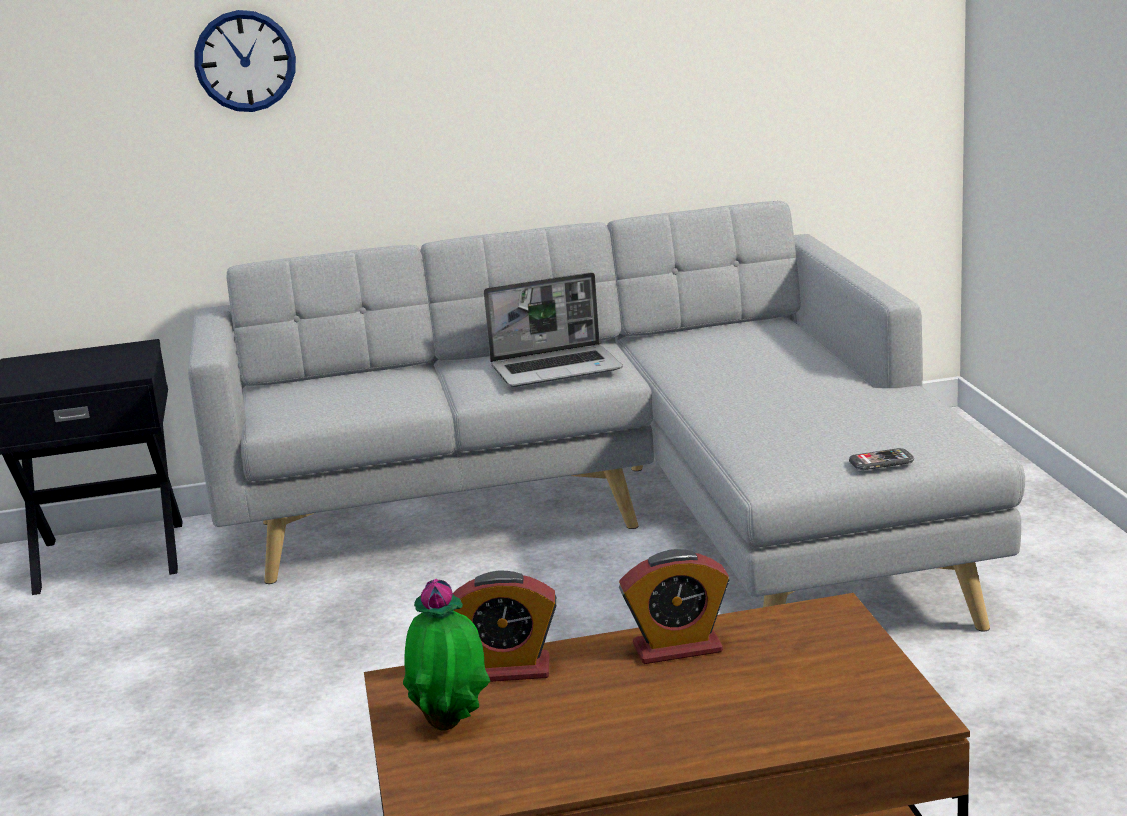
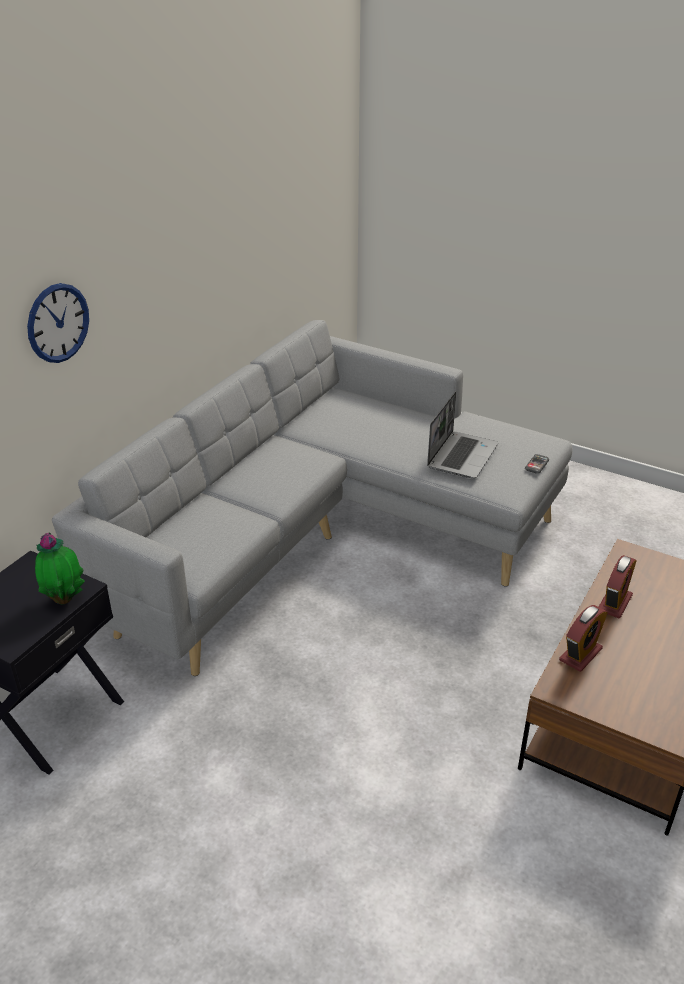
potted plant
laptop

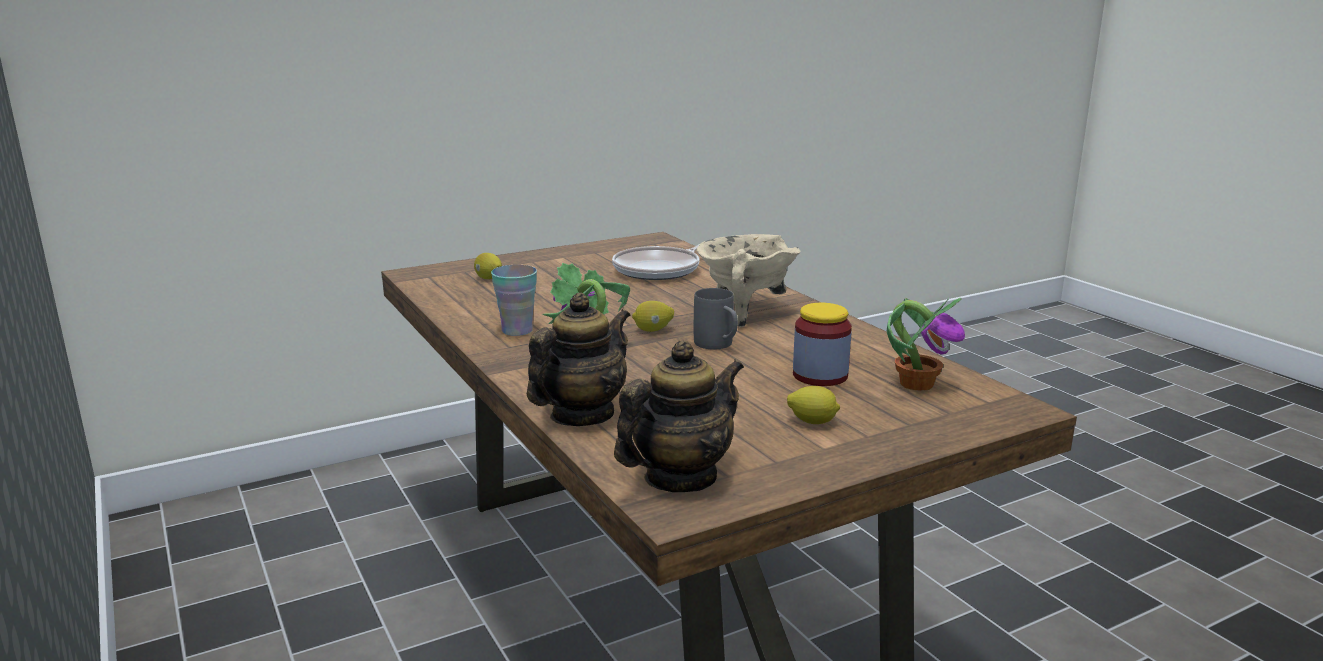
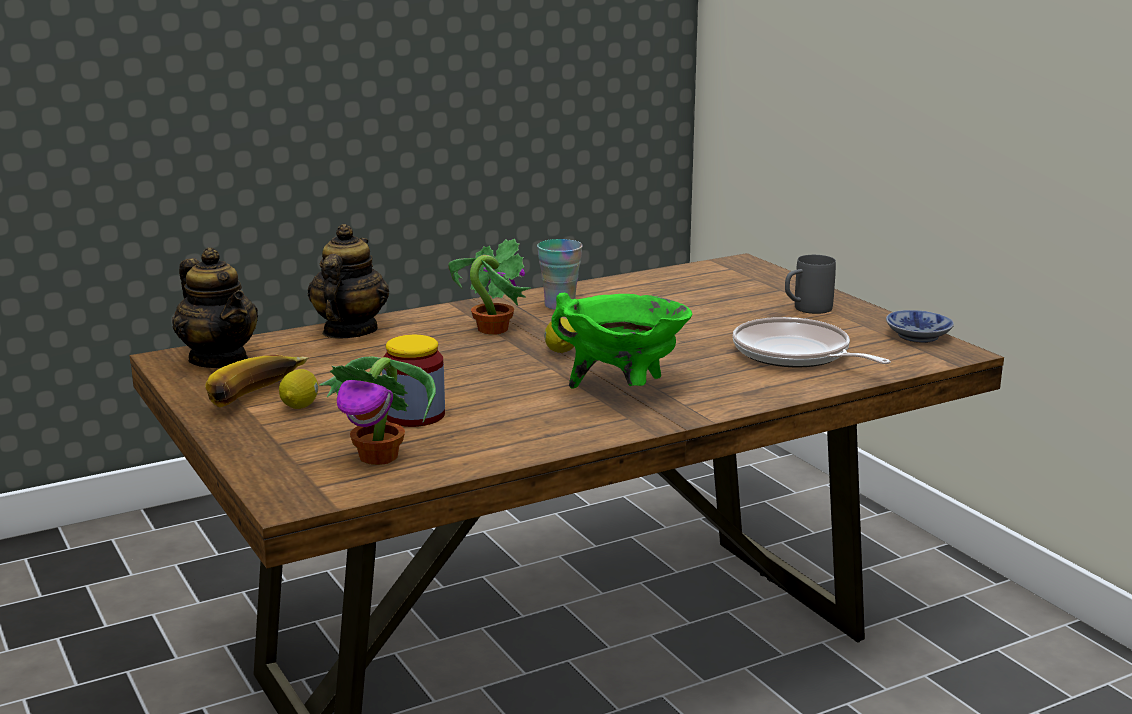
banana
teapot (2nd from left)
cooking pot in green
mug in grey
bowl
lemon (1st from left in the first image)

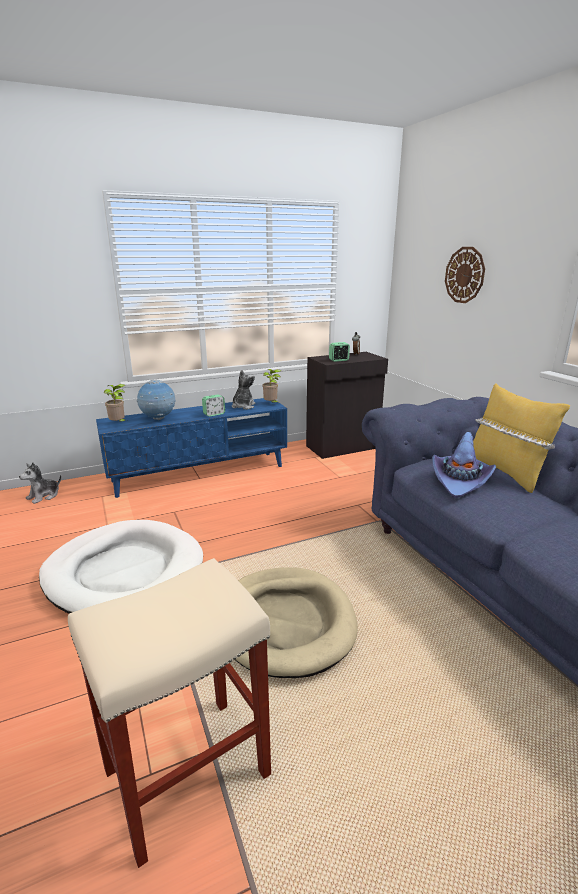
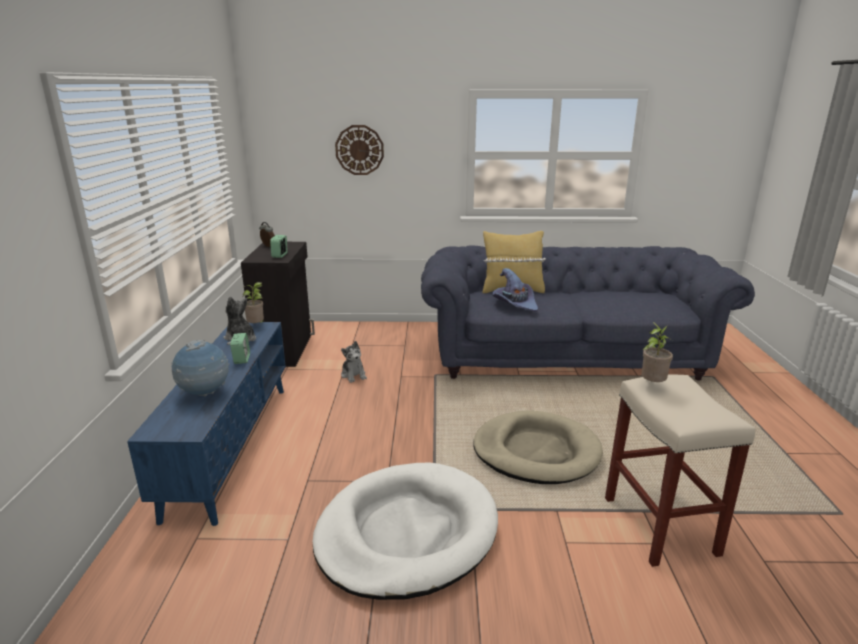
plush toy (2nd from left)
potted plant (2nd from left)

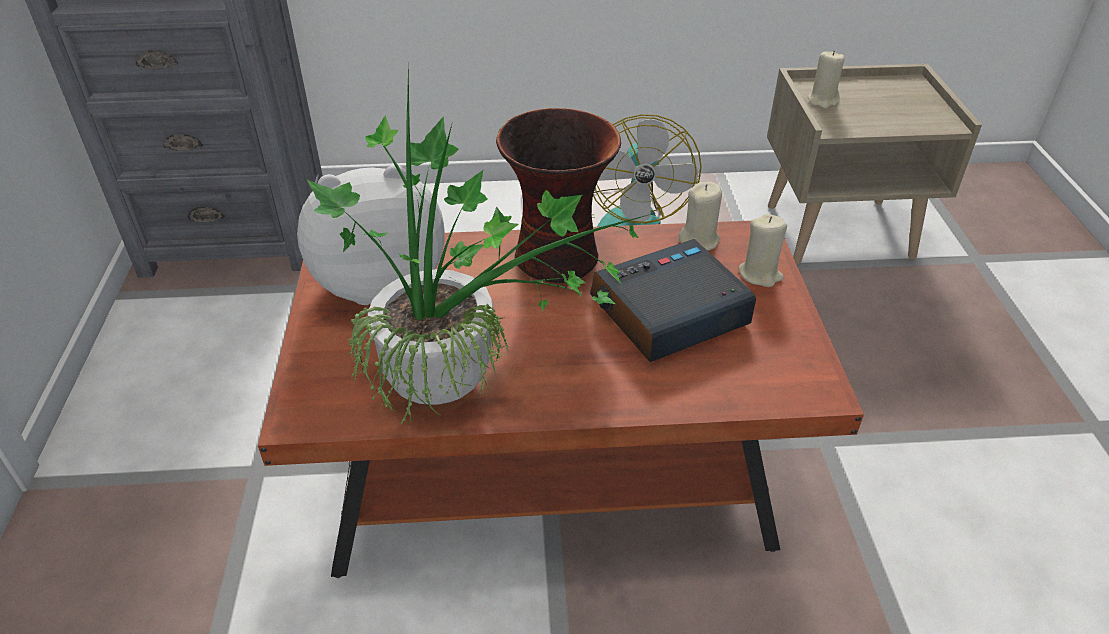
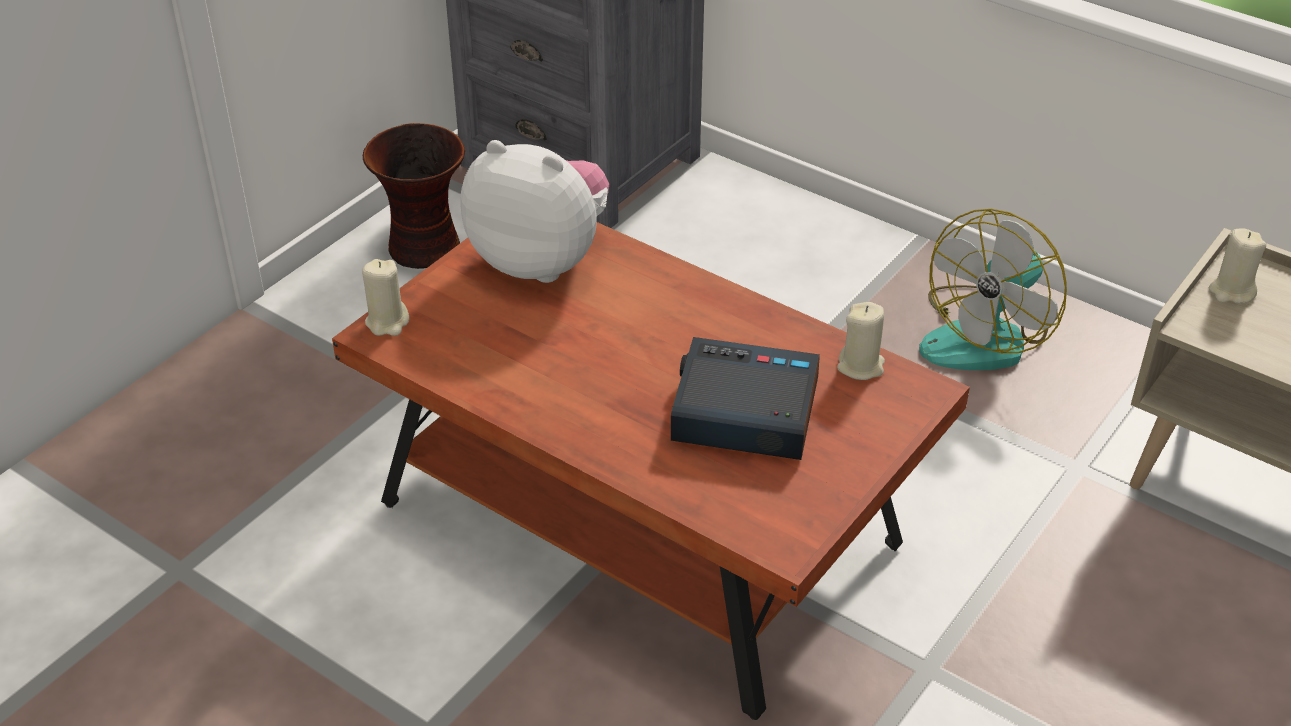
candle in beige (1st from left)
vase
potted plant

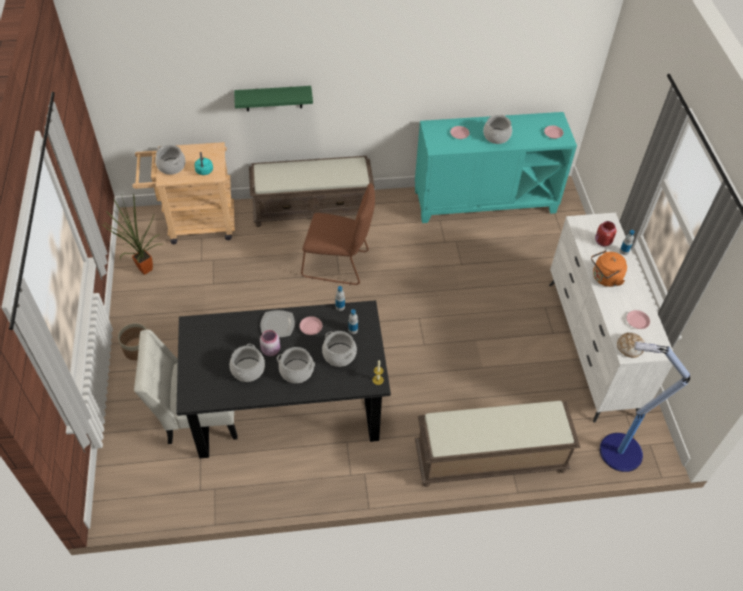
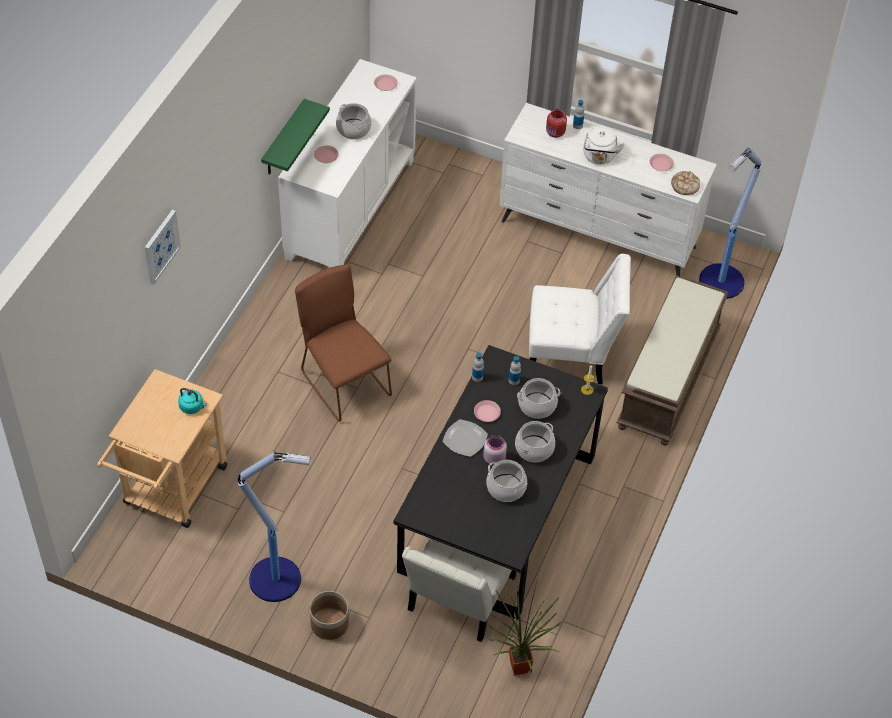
picture
floor lamp (1st from left)
shelf in green
cabinet in white
chair in brown
potted plant
chair in white (2nd from left)
kettle in white
cooking pot (1st from left in the first image)
bench in brown (1st from left in the first image)

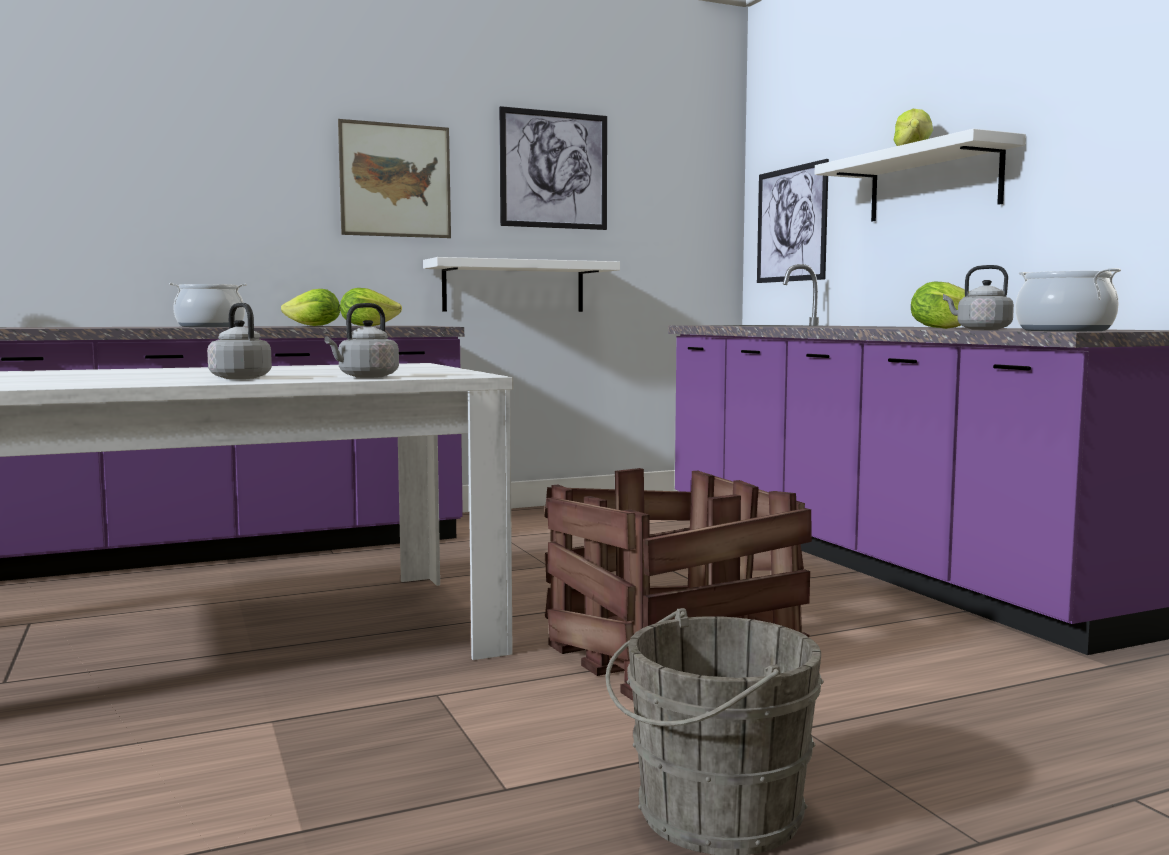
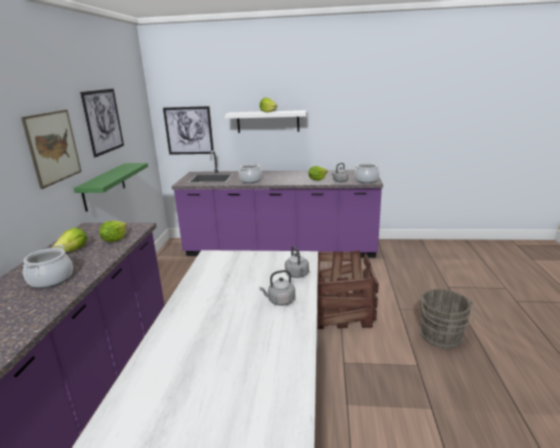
shelf in green
cooking pot (2nd from left)

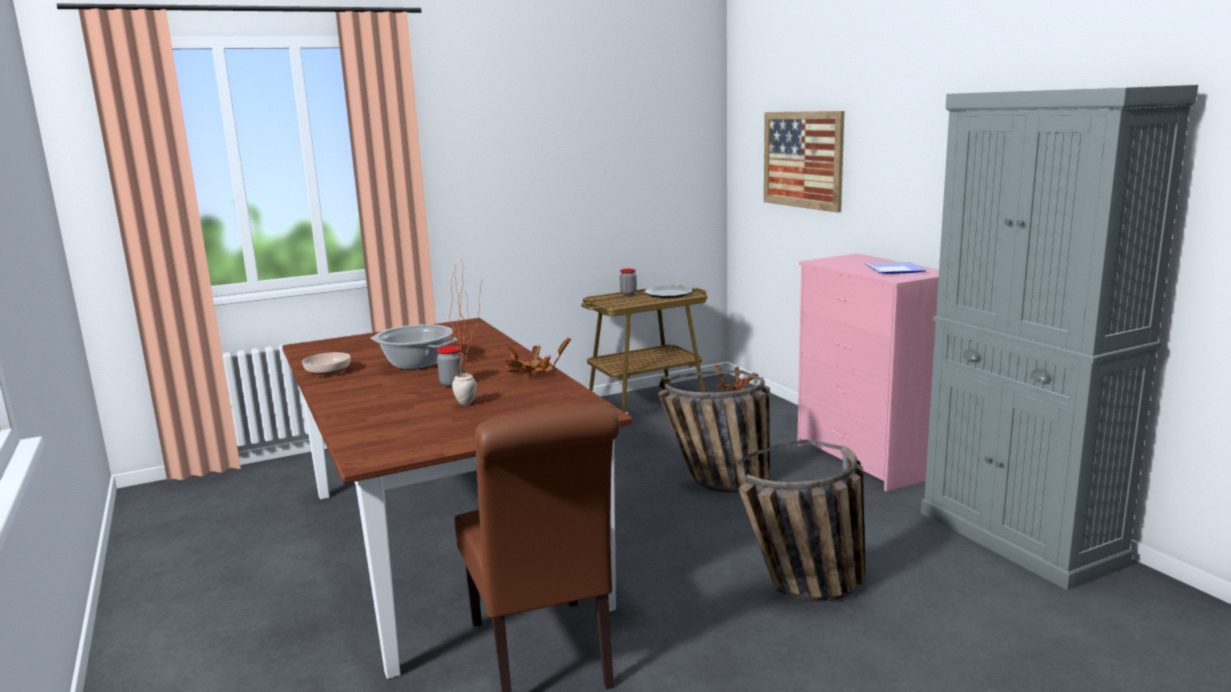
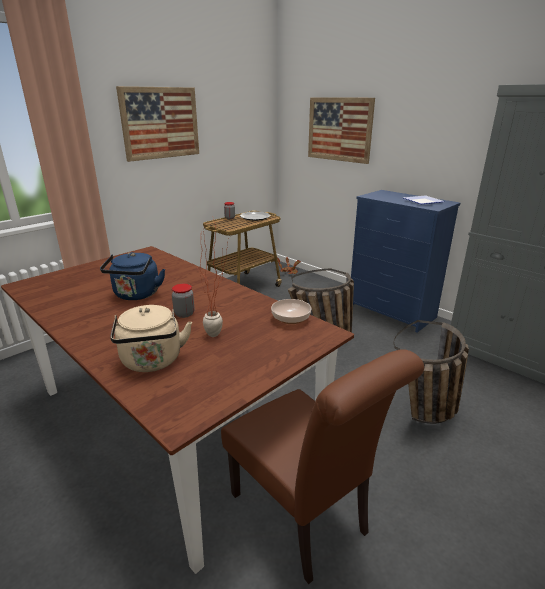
kettle in blue
kettle in beige
picture (1st from left)
bowl
dresser in blue
potted plant (2nd from left in the first image)

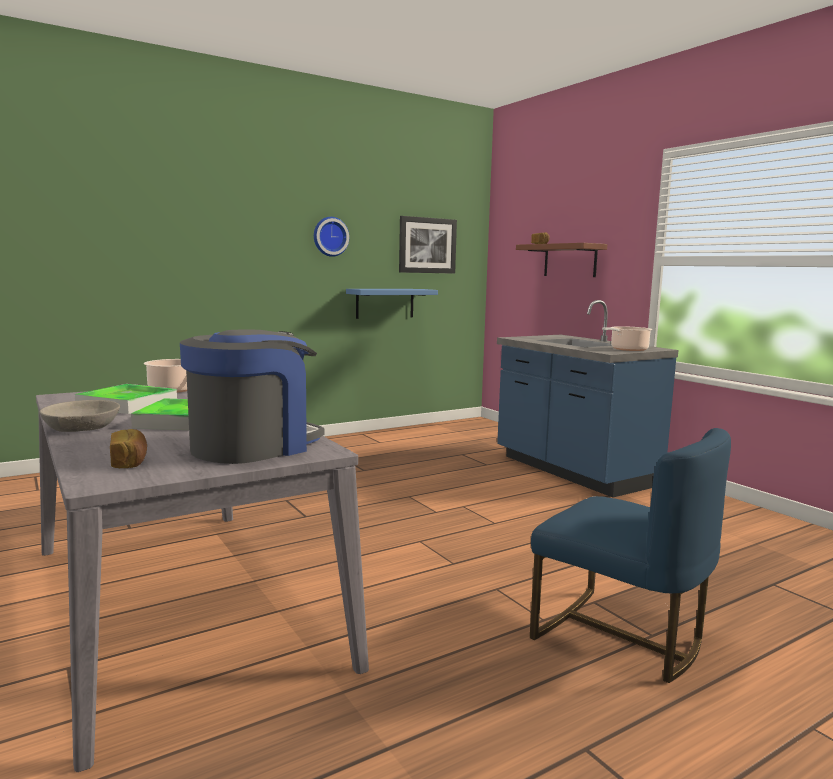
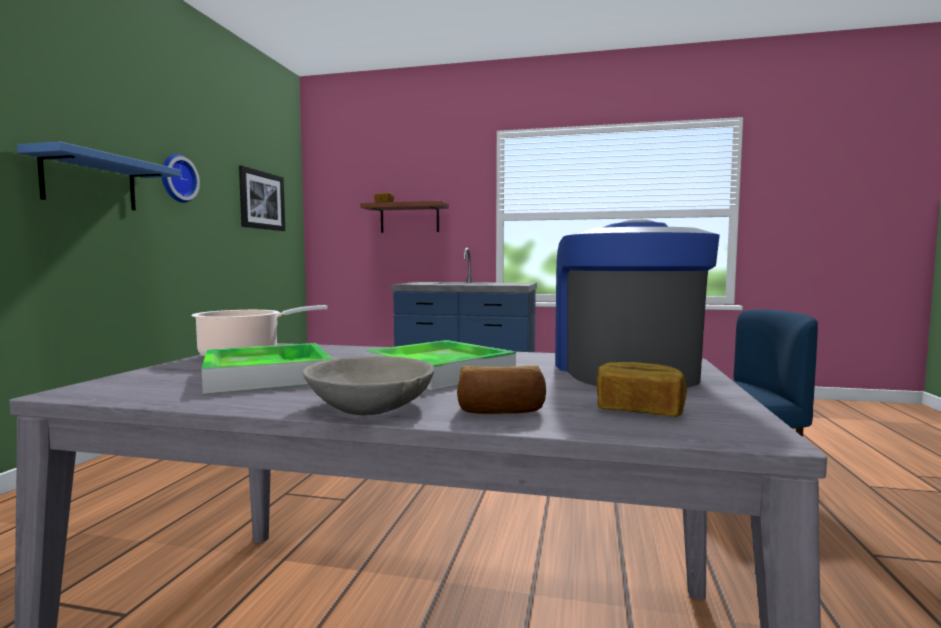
shelf in blue
bread (2nd from left)
cooking pot (2nd from left in the first image)

